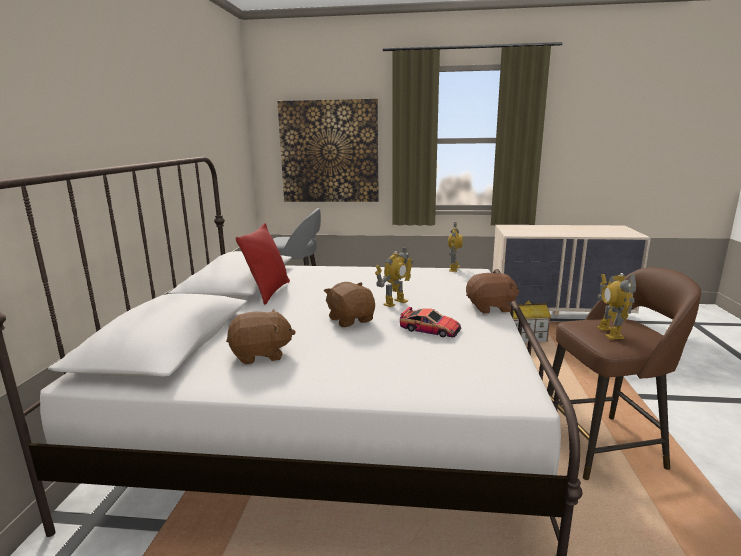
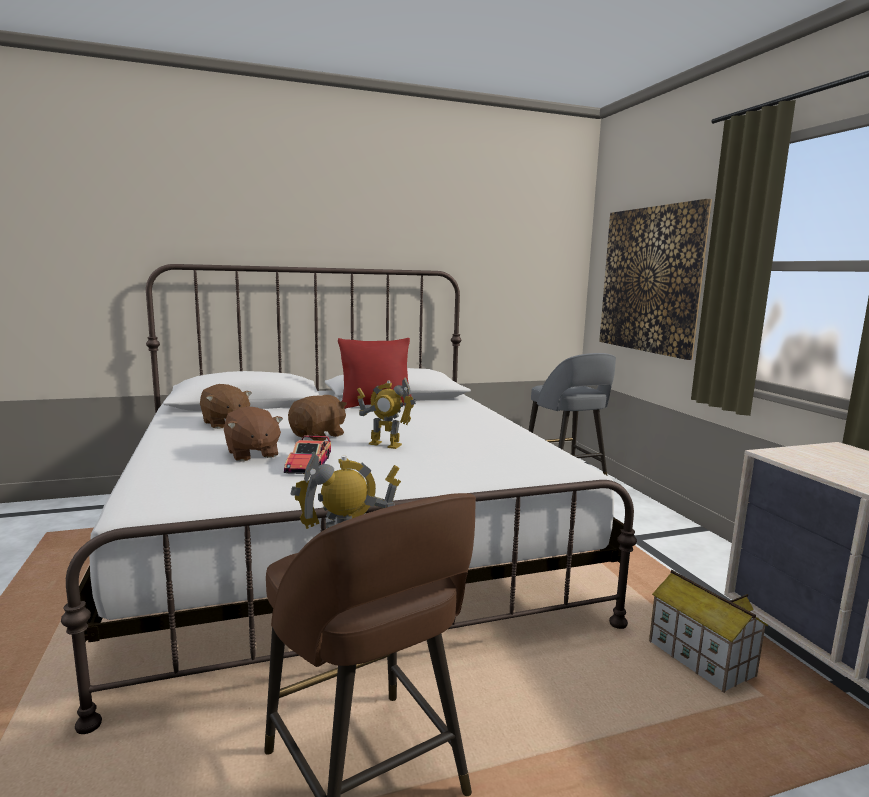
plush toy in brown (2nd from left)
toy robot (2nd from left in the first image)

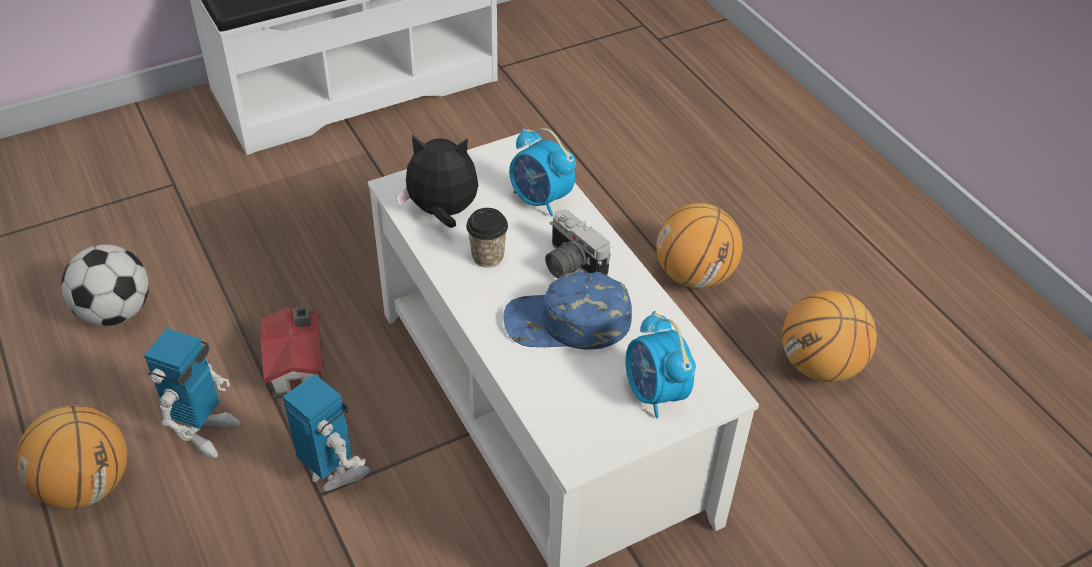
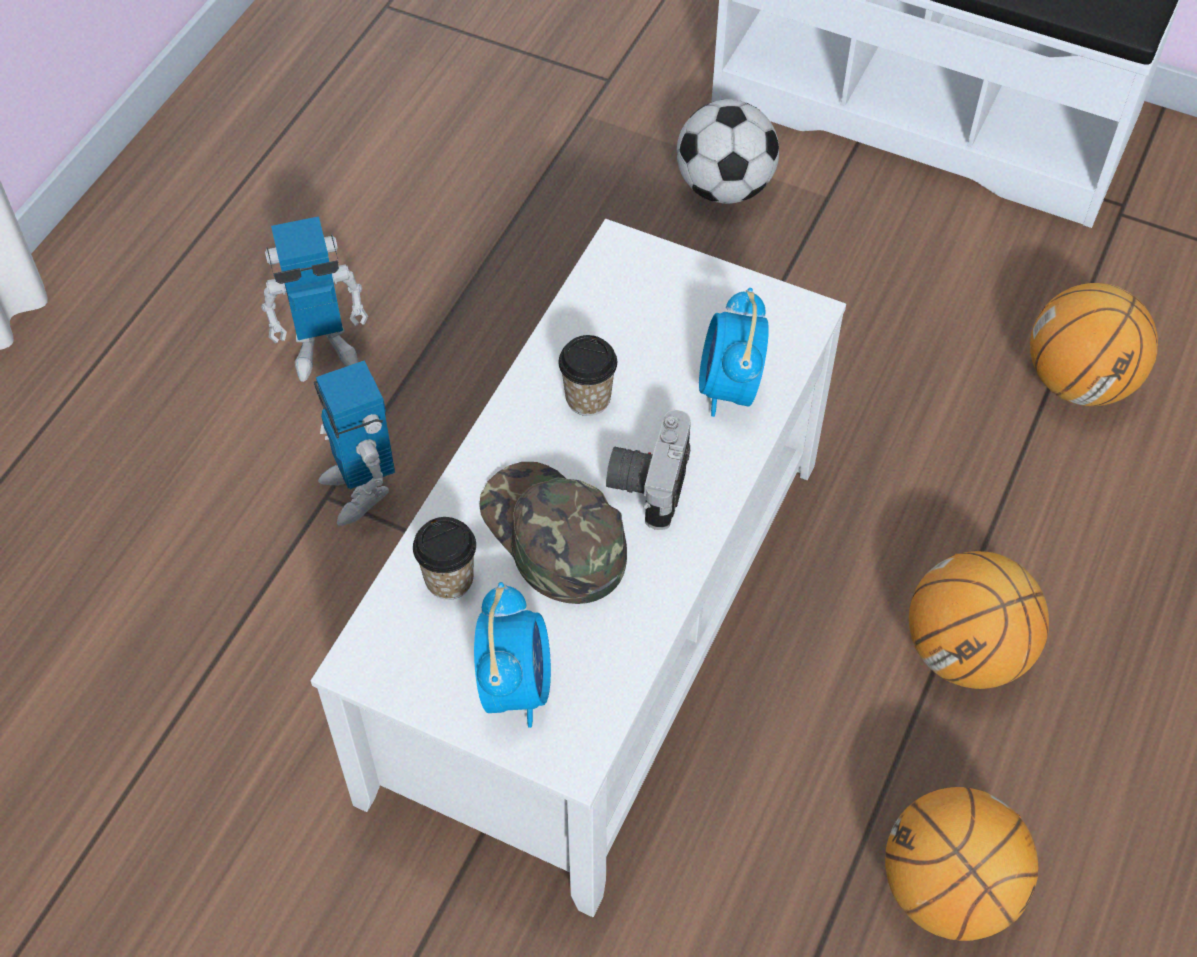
toy robot (2nd from left)
cup (1st from left)
alarm clock (1st from left)
cap in green
football
basketball (3rd from left)
toy house
plush toy

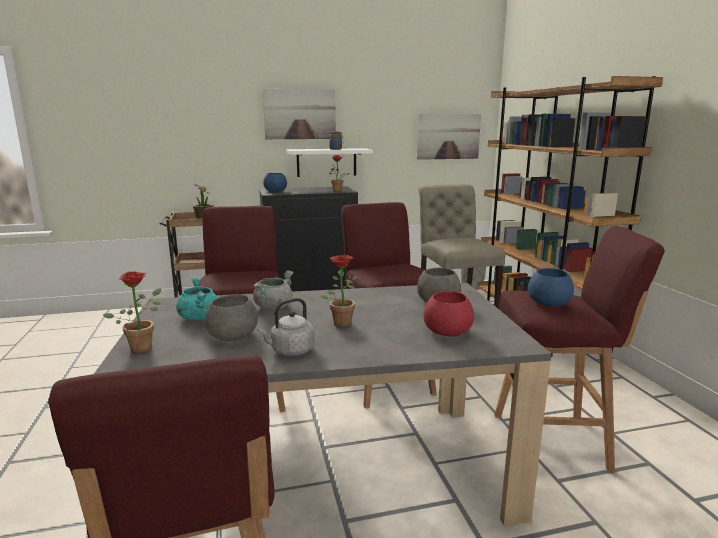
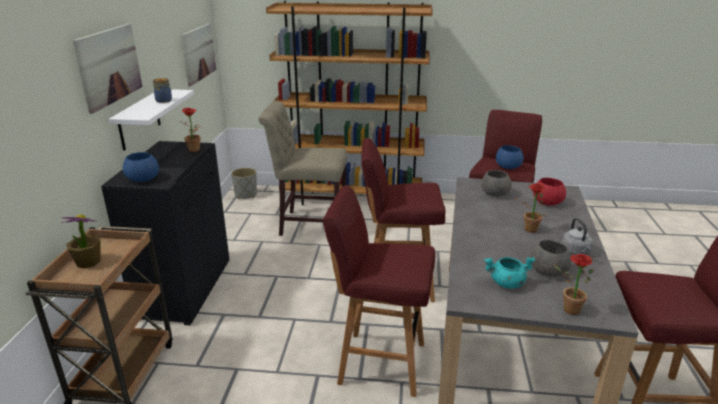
cooking pot in grey

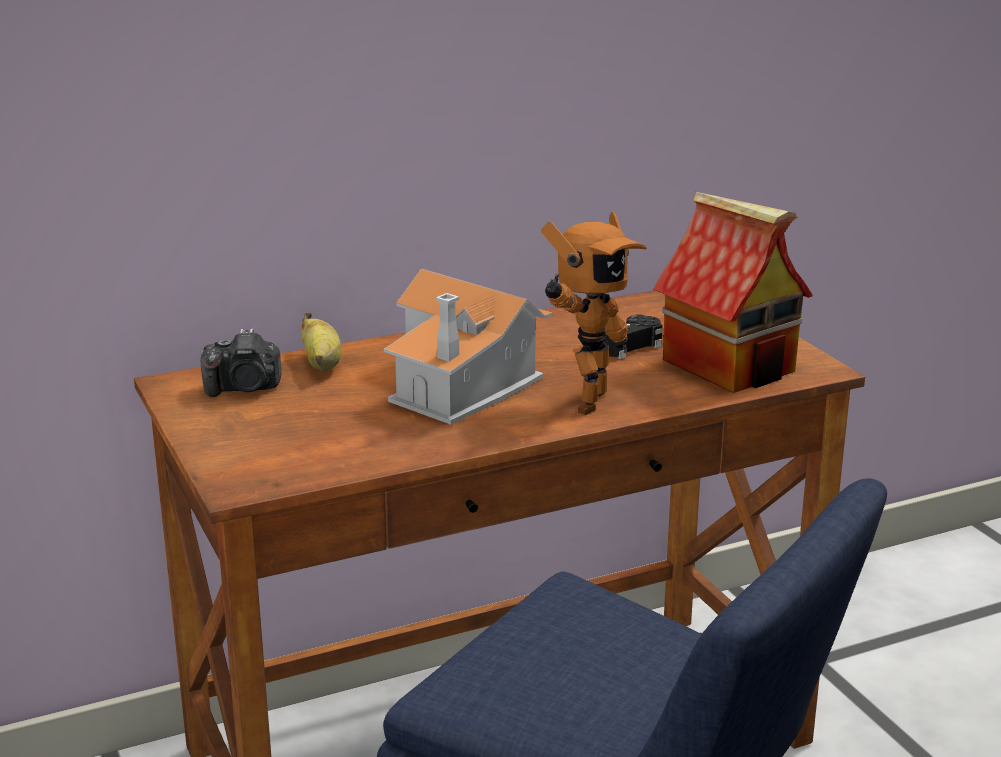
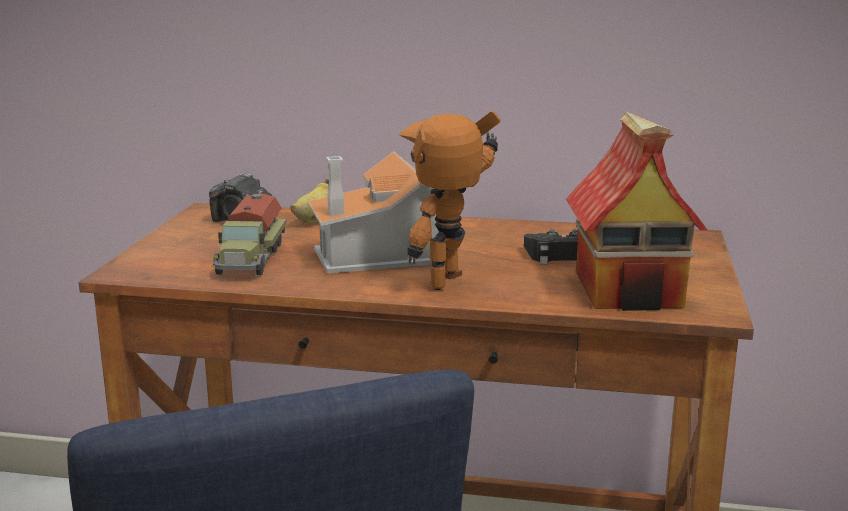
toy truck
toy robot

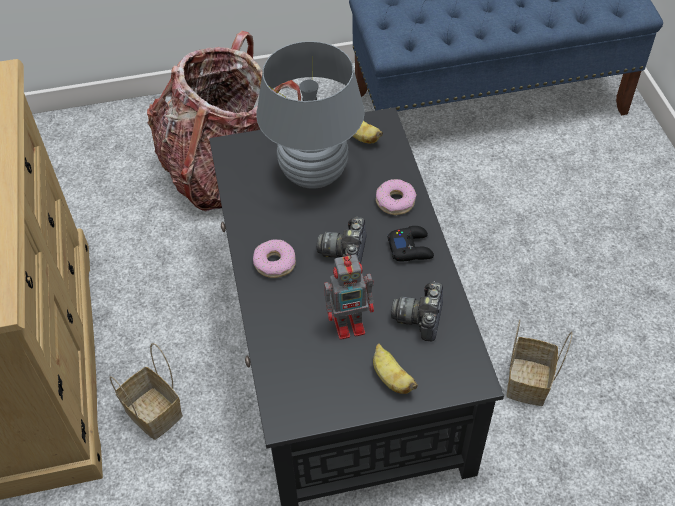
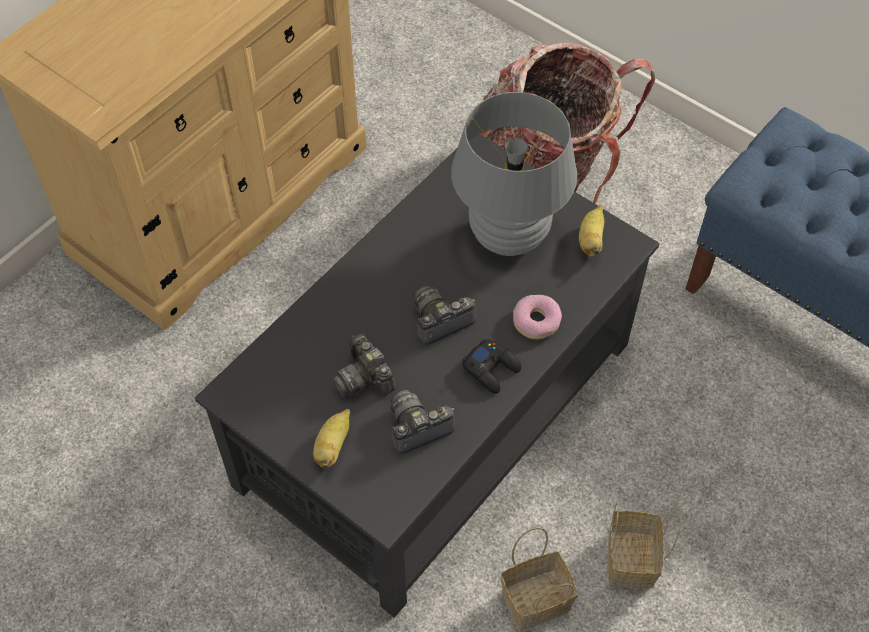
photo camera (1st from left)
basket (2nd from left)
donut (1st from left in the first image)

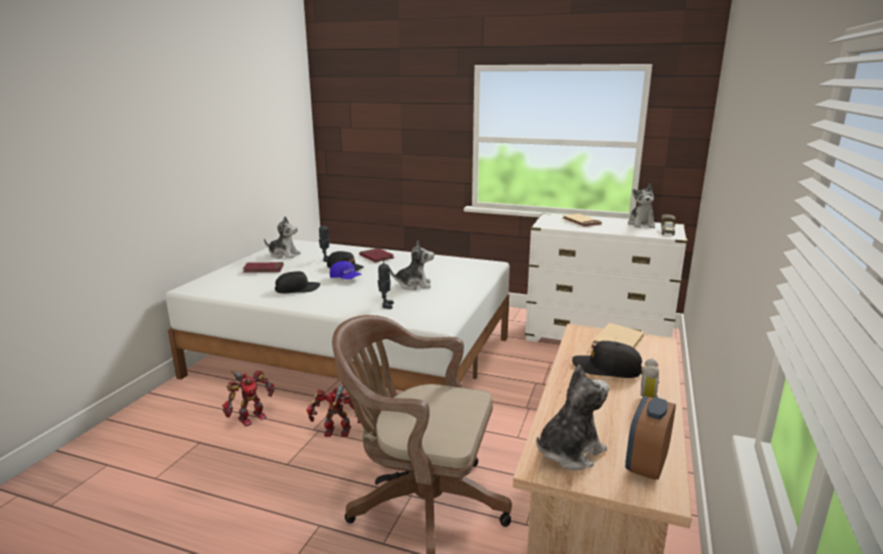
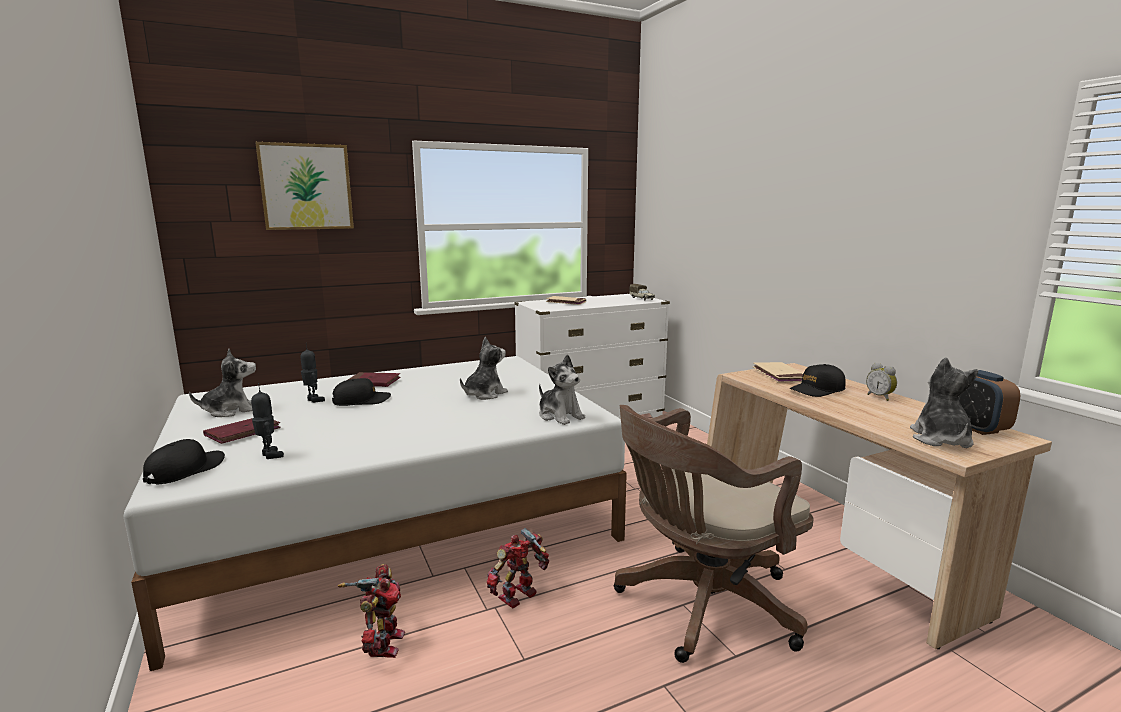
cap in black (1st from left)
toy robot (1st from left)
picture
plush toy (3rd from left)
cap in blue

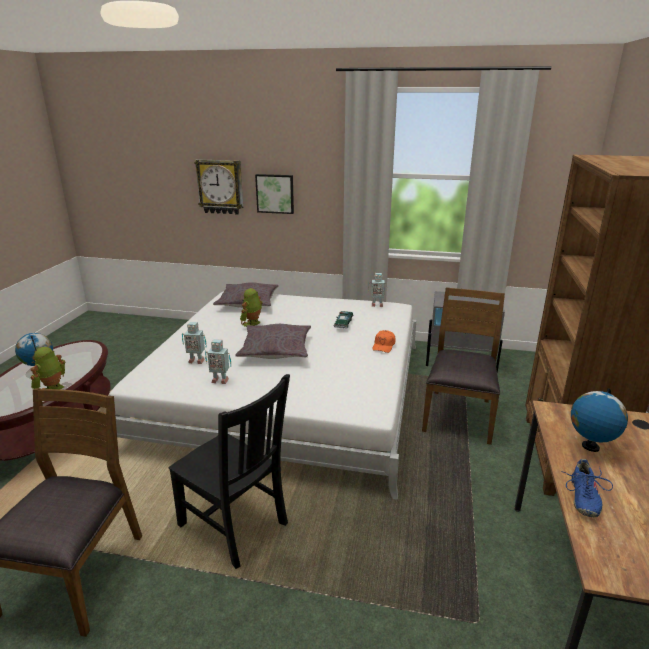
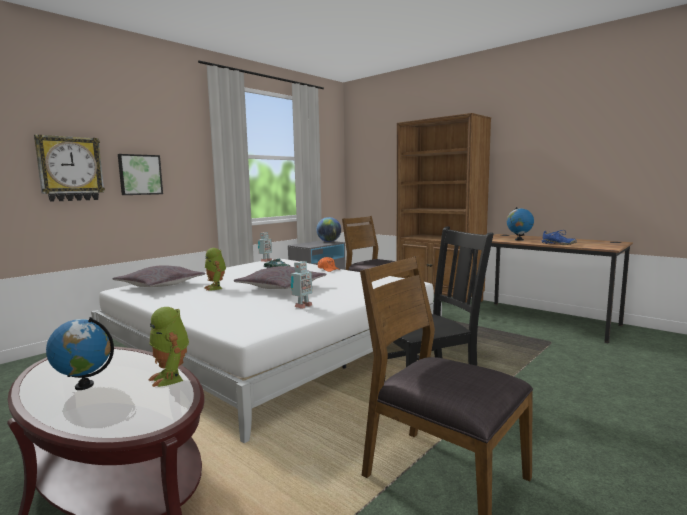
globe (2nd from left)
toy robot (2nd from left in the first image)

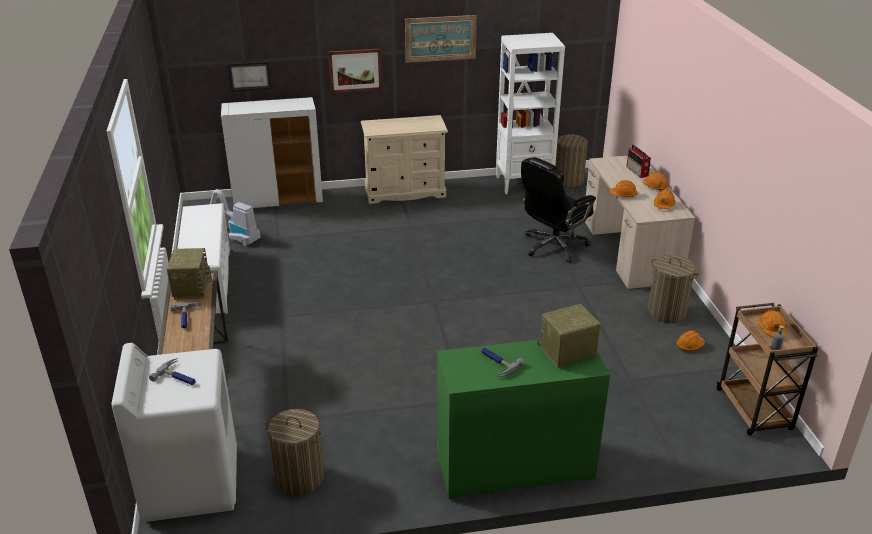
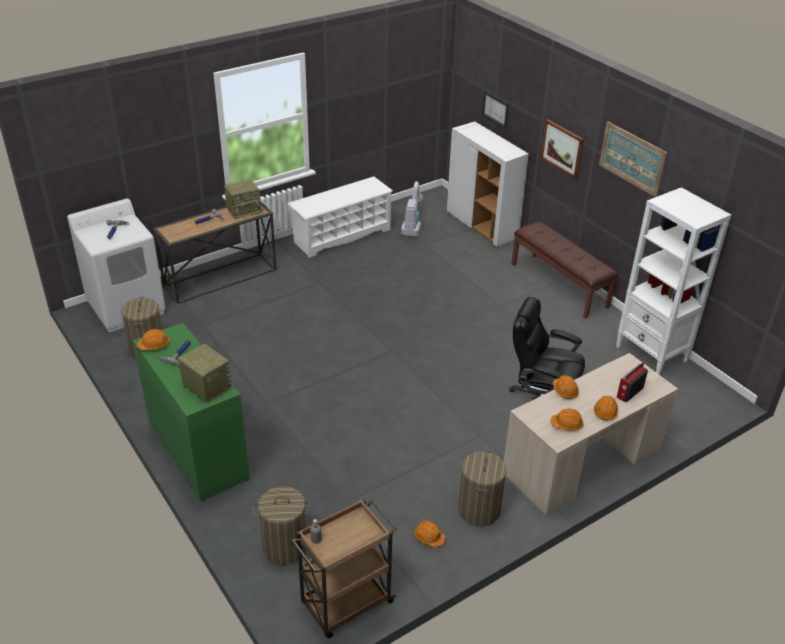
hard hat in orange (1st from left)
laundry basket (2nd from left)
bench in brown

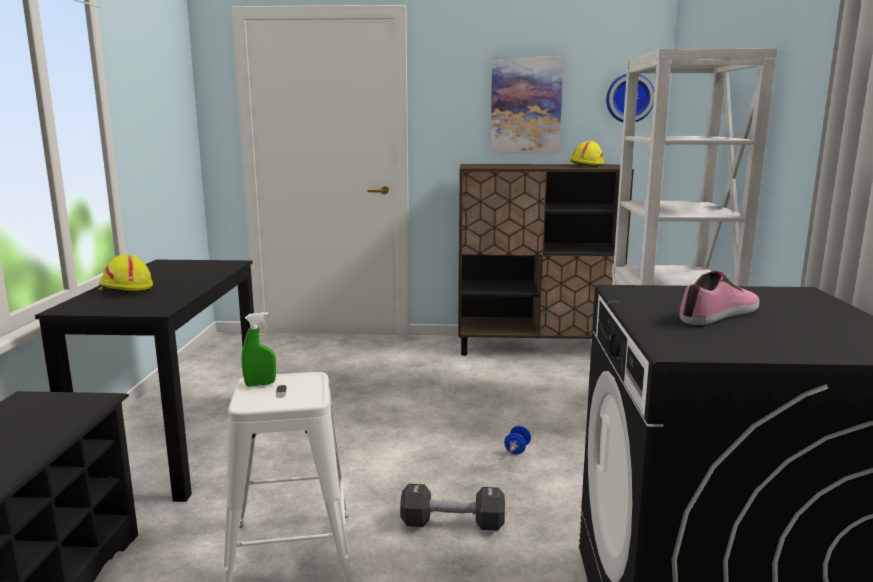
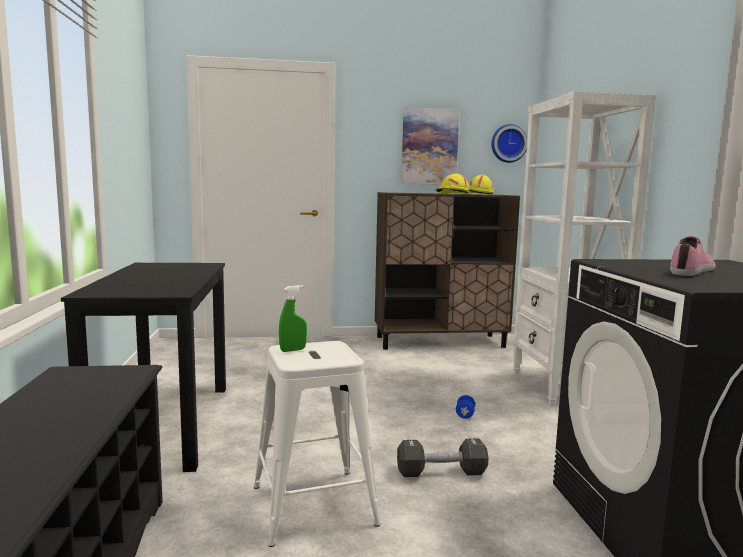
hard hat in yellow (1st from left)

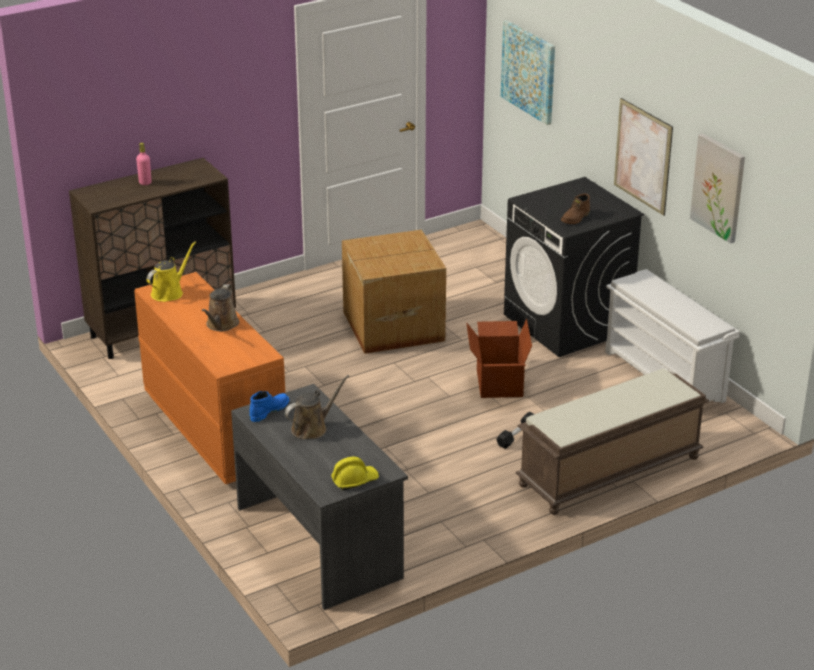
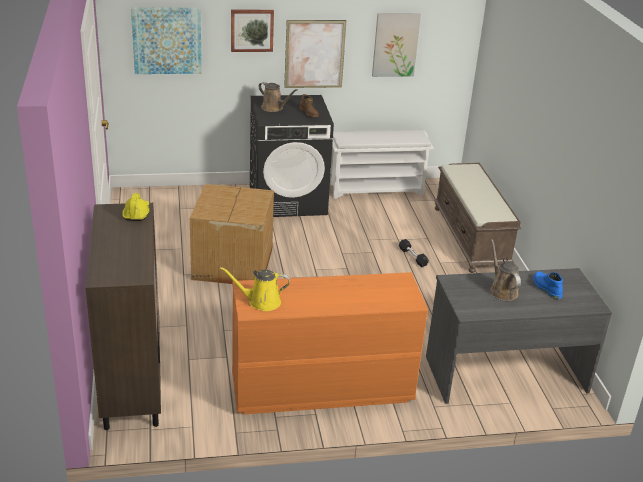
hard hat in yellow
watering can in yellow
picture (2nd from left)
watering can in brown (1st from left)
boot in blue
bottle in pink
cardboard box (2nd from left in the first image)

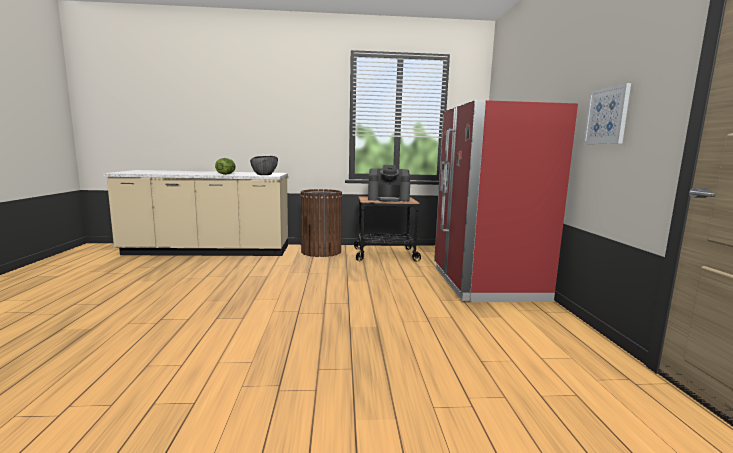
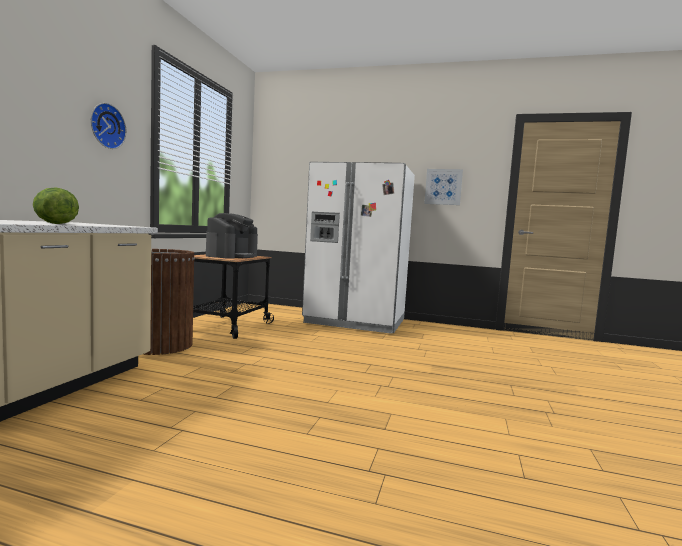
wall clock
fridge in white
bowl

